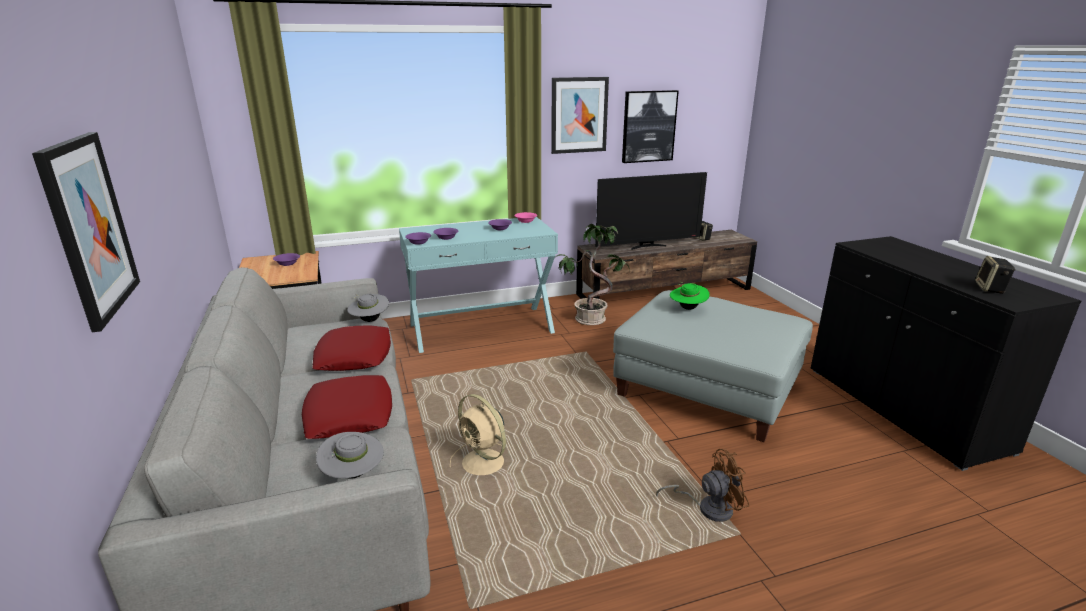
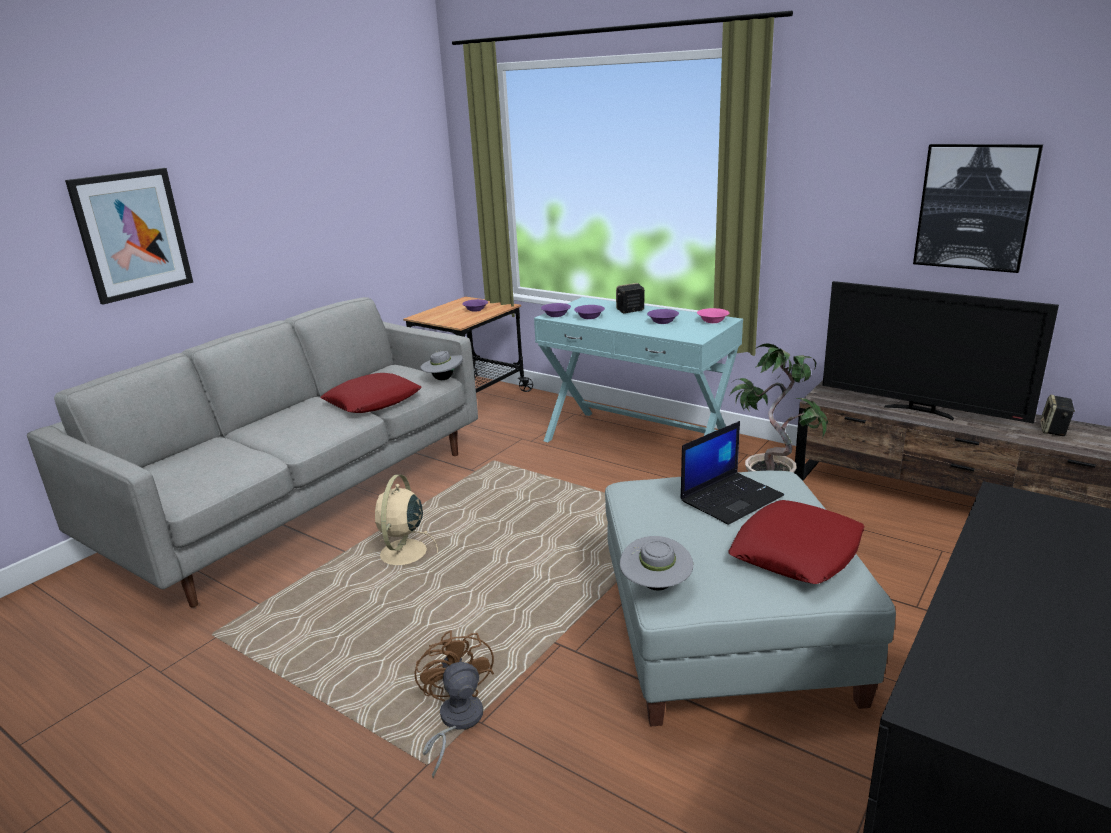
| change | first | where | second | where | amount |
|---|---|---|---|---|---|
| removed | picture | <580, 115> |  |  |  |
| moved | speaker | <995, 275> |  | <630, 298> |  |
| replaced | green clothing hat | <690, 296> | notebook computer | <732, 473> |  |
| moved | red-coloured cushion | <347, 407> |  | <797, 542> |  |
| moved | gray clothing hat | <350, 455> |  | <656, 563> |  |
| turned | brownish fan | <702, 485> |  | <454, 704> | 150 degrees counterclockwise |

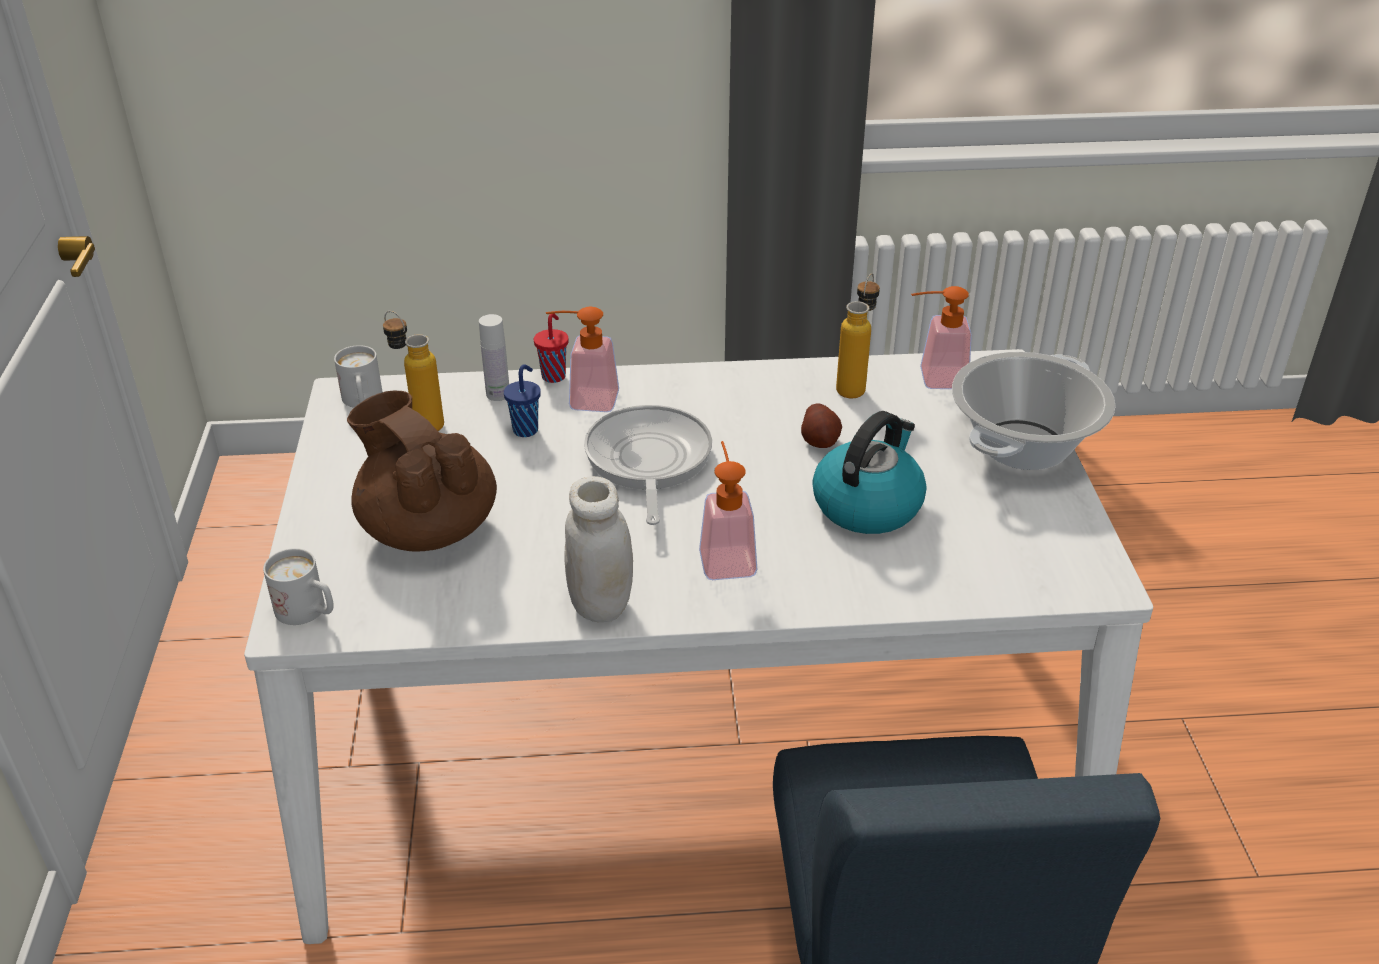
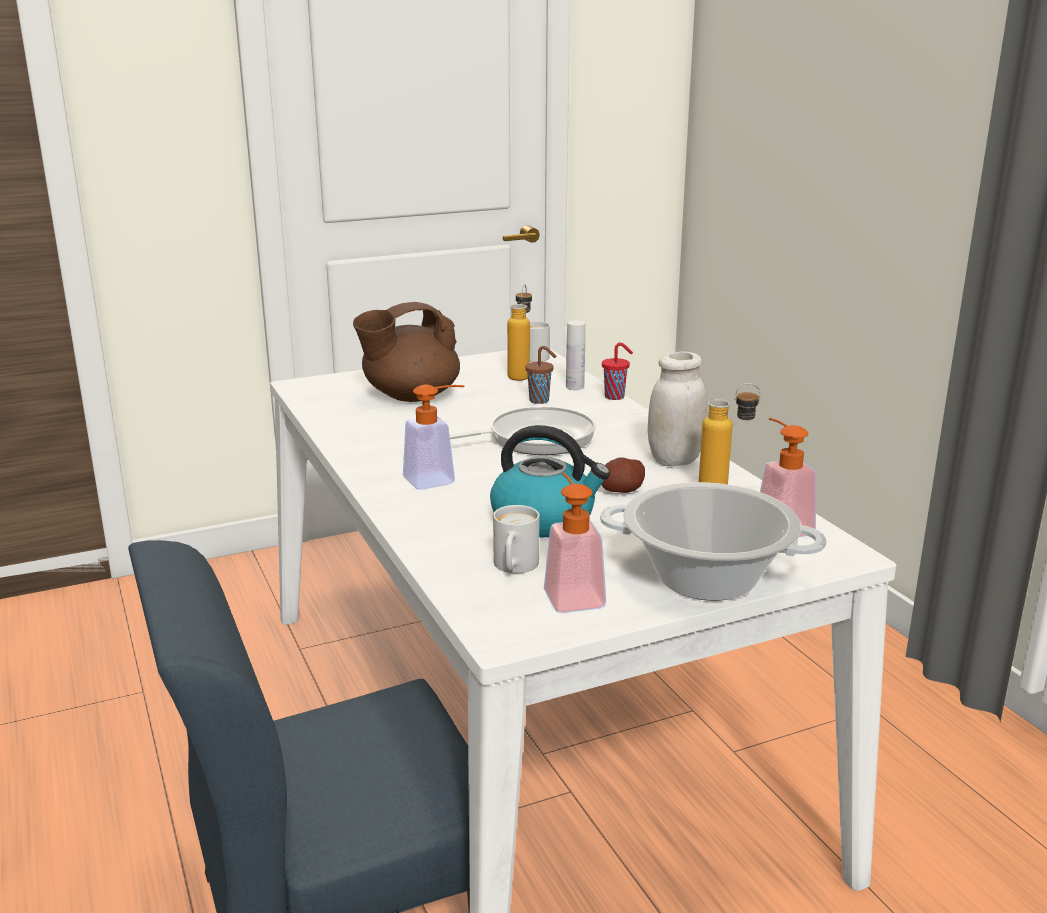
| change | first | where | second | where | amount |
|---|---|---|---|---|---|
| moved | soap bottle | <582, 359> |  | <575, 542> |  |
| recoloured | blue drinking cup | <522, 400> | brownish drinking cup | <541, 375> |  |
| turned | brownish pot for tea | <422, 471> |  | <406, 352> | 150 degrees counterclockwise |
| moved | white-coloured storage jar | <599, 549> |  | <677, 408> |  |
| moved | white-coloured tea mug | <298, 586> |  | <516, 539> |  |

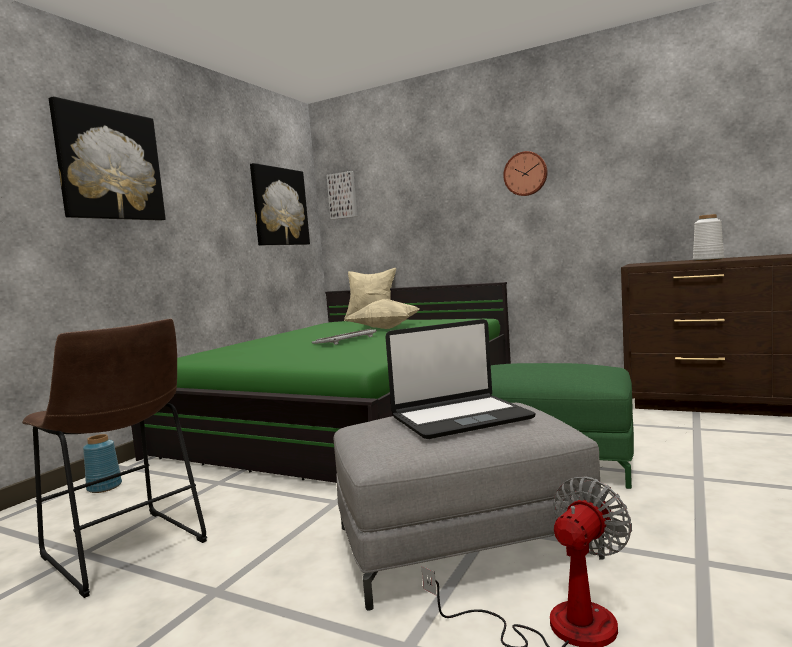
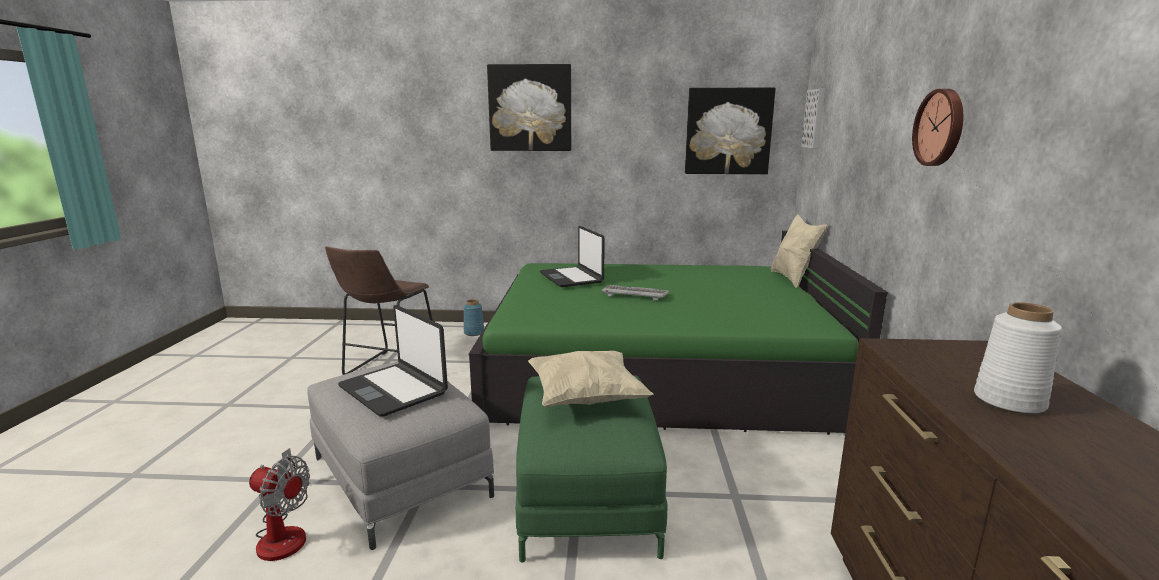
| change | first | where | second | where | amount |
|---|---|---|---|---|---|
| moved | sand-coloured cushion | <383, 314> |  | <590, 379> |  |
| added |  |  | notebook computer | <572, 256> |  |

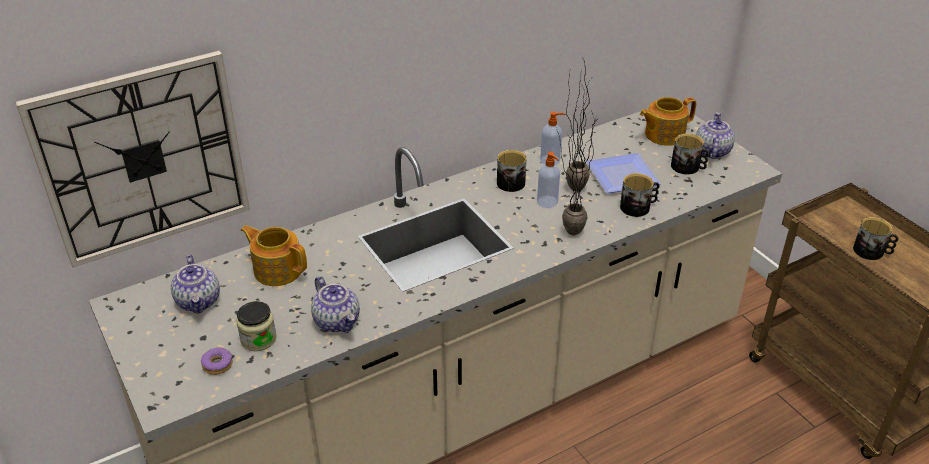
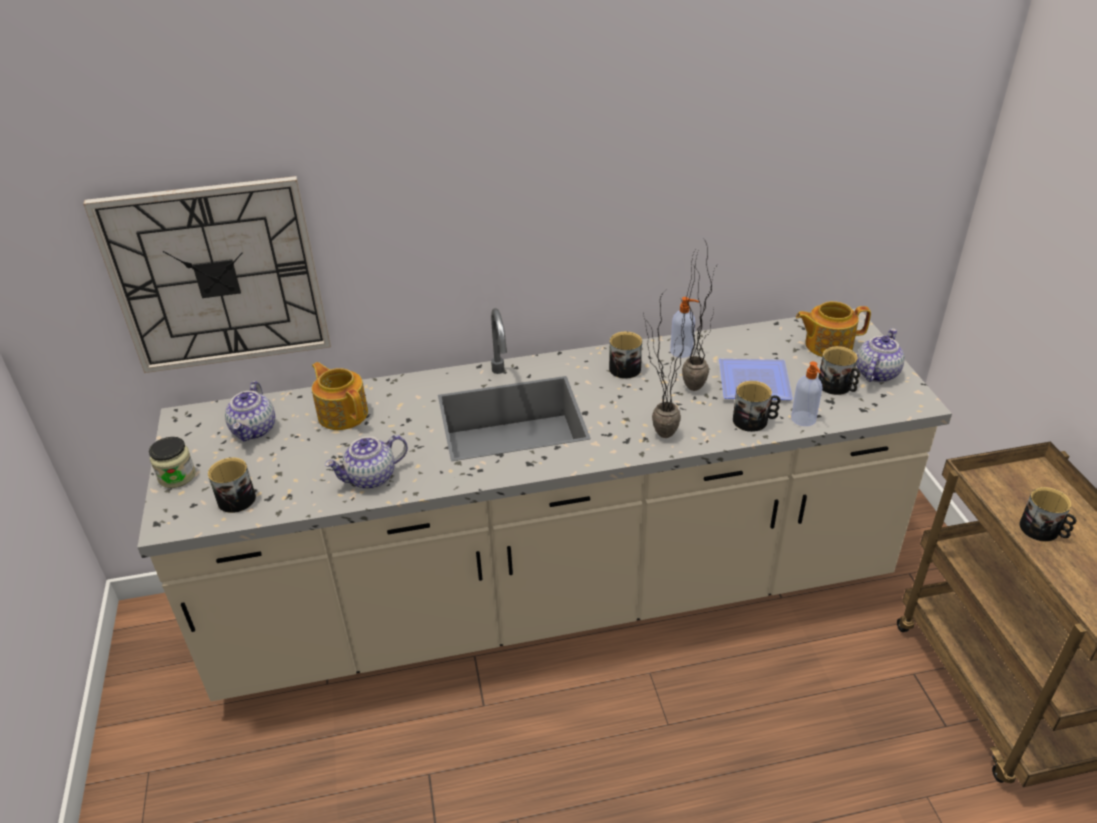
| change | first | where | second | where | amount |
|---|---|---|---|---|---|
| moved | soap bottle | <548, 180> |  | <806, 393> |  |
| turned | pot for tea | <335, 304> |  | <366, 462> | 75 degrees clockwise |
| moved | storage jar | <256, 326> |  | <172, 462> |  |
| replaced | doughnut | <217, 361> | tea mug | <232, 485> |  |

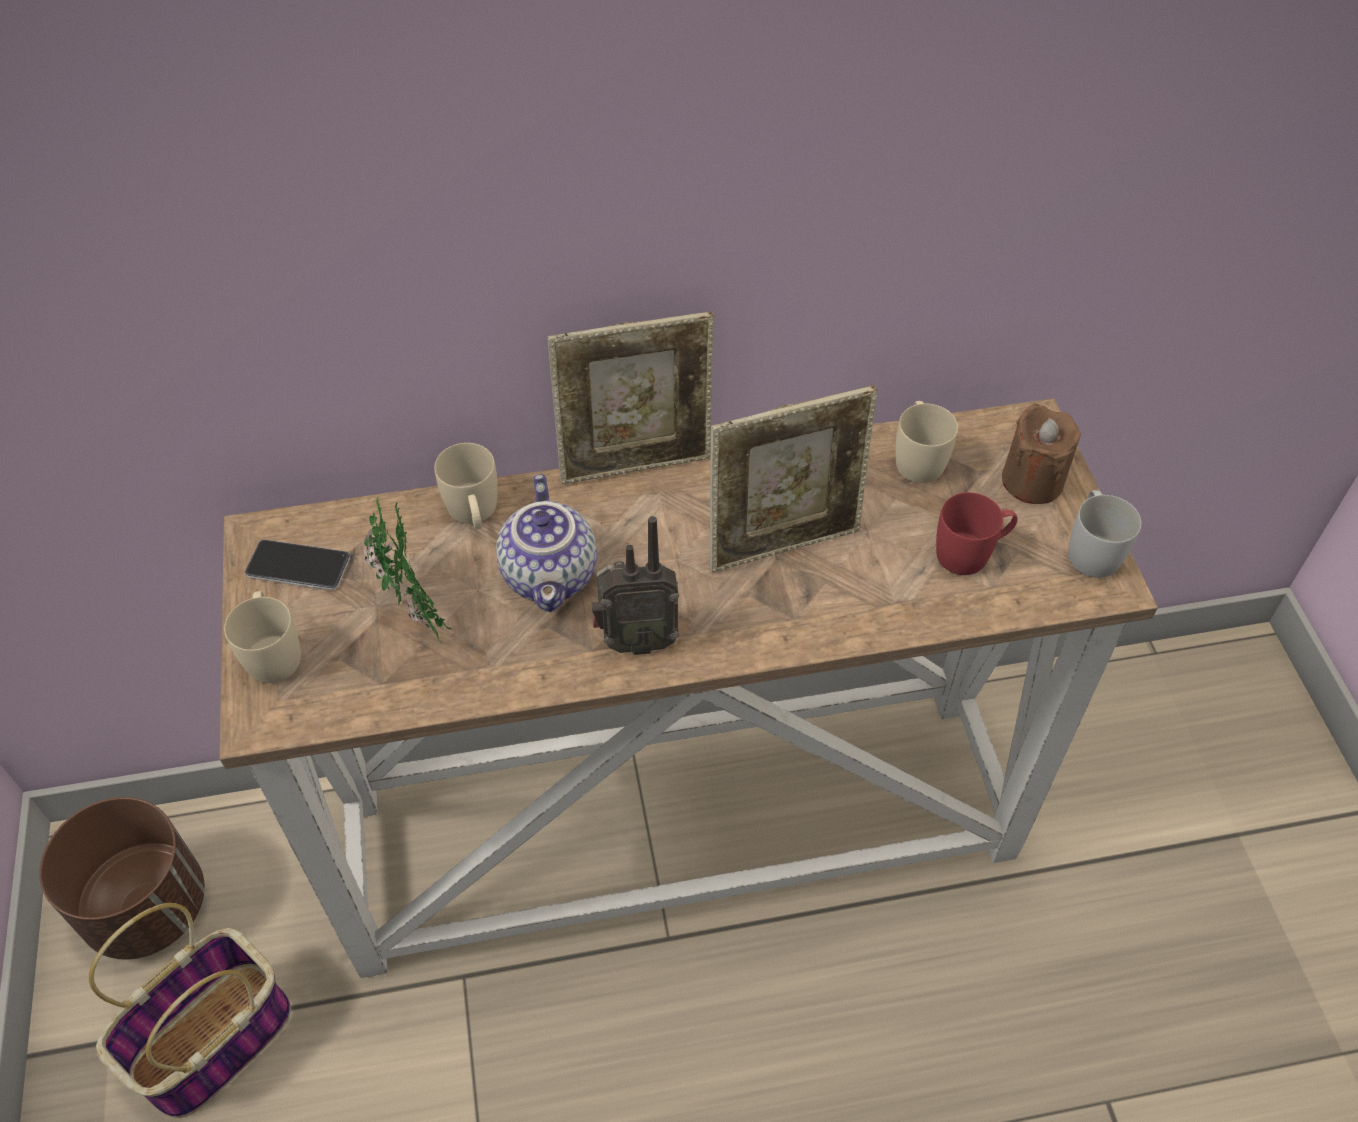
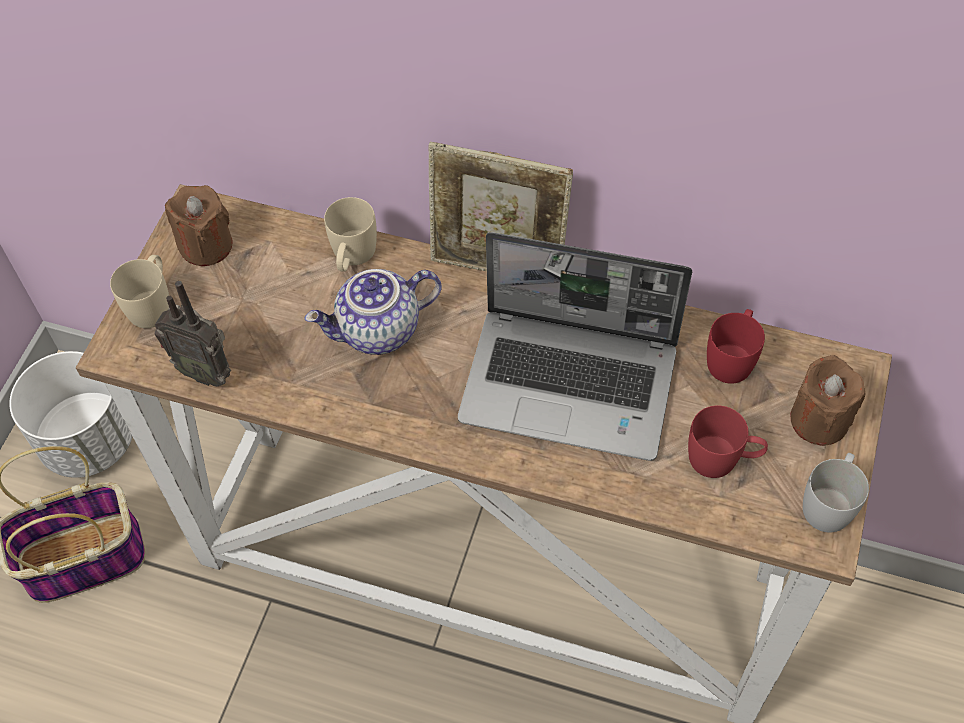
| change | first | where | second | where | amount |
|---|---|---|---|---|---|
| replaced | photo frame | <793, 478> | notebook computer | <575, 346> |  |
| recoloured | sand-coloured tea mug | <927, 442> | red-coloured tea mug | <736, 346> |  |
| turned | pot for tea | <546, 543> |  | <373, 312> | 45 degrees clockwise |
| removed | potted plant | <408, 570> |  |  |  |
| moved | radio set | <635, 585> |  | <193, 334> |  |
| replaced | handset | <297, 565> | brownish wax light | <199, 225> |  |
| recoloured | brownish planter | <122, 878> | white-coloured planter | <71, 414> |  |

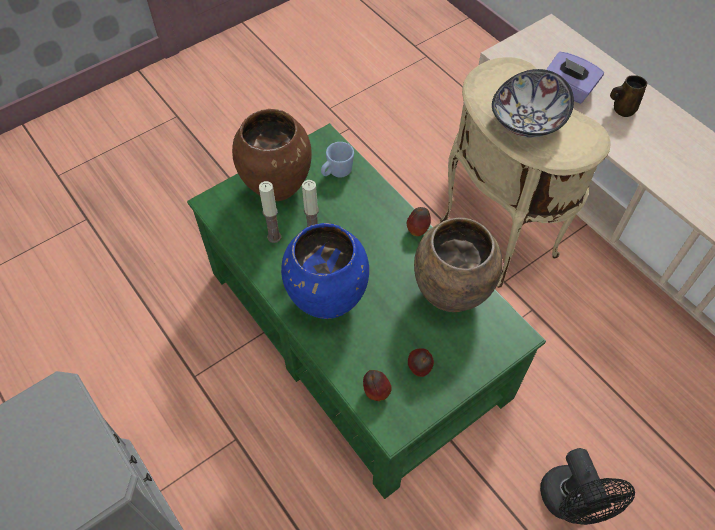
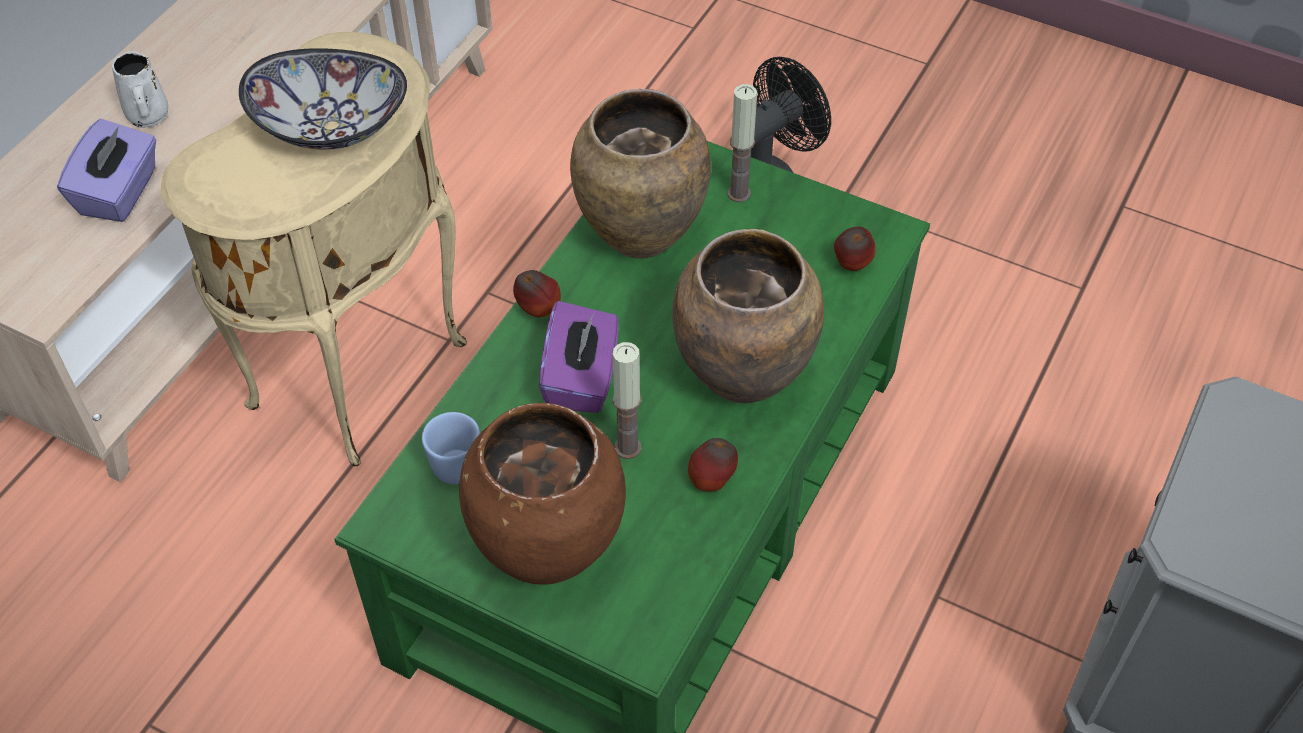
| change | first | where | second | where | amount |
|---|---|---|---|---|---|
| recoloured | brownish tea mug | <628, 96> | white-coloured tea mug | <140, 89> |  |
| moved | wax light | <270, 212> |  | <742, 143> |  |
| recoloured | blue vase | <325, 271> | brownish vase | <748, 316> |  |
| moved | whole apple | <421, 362> |  | <713, 464> |  |
| added |  |  | purple tissue box | <579, 357> |  |

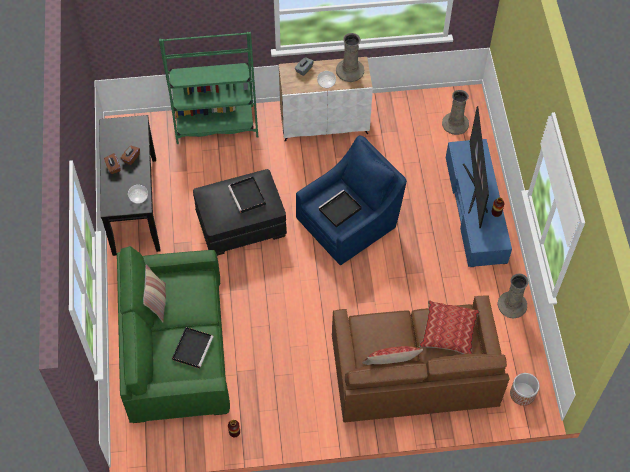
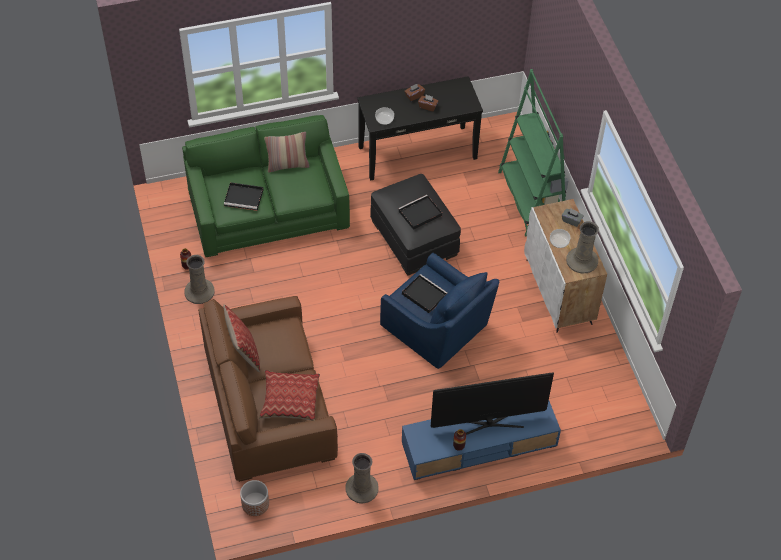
| change | first | where | second | where | amount |
|---|---|---|---|---|---|
| moved | sand-coloured vase | <455, 112> |  | <199, 279> |  |

